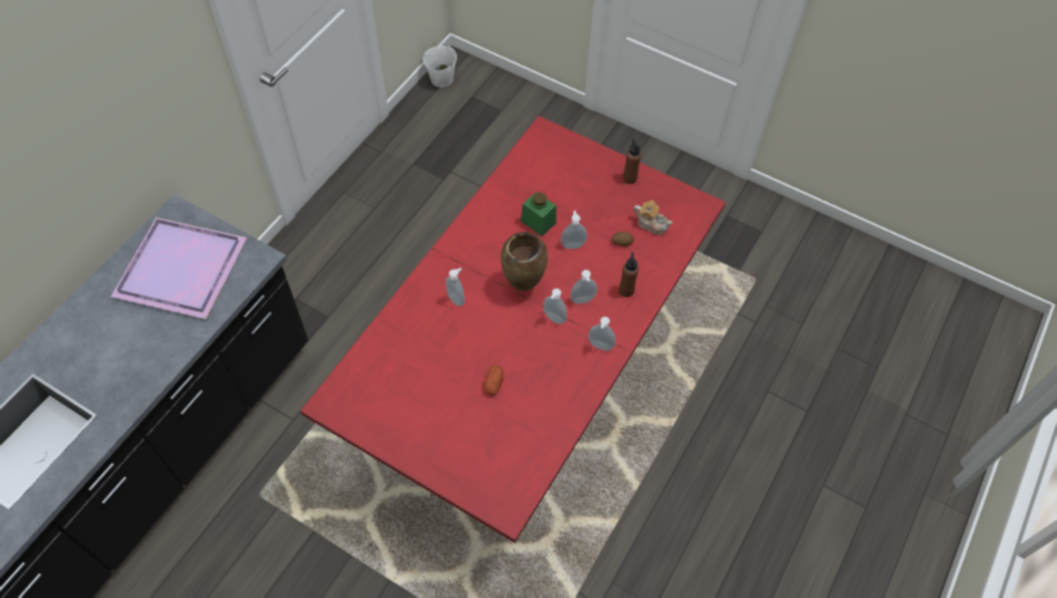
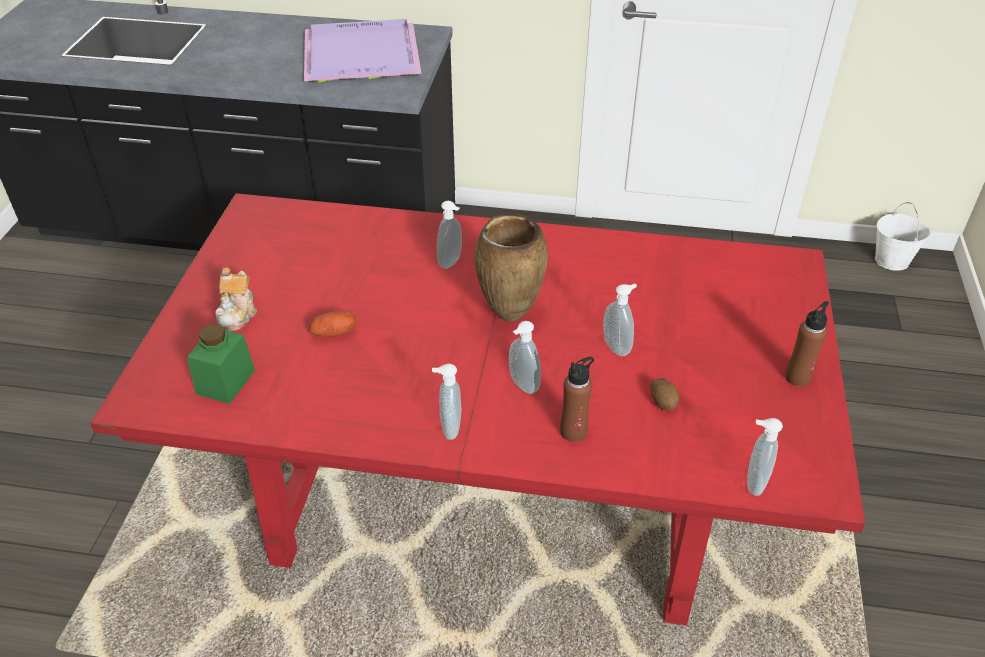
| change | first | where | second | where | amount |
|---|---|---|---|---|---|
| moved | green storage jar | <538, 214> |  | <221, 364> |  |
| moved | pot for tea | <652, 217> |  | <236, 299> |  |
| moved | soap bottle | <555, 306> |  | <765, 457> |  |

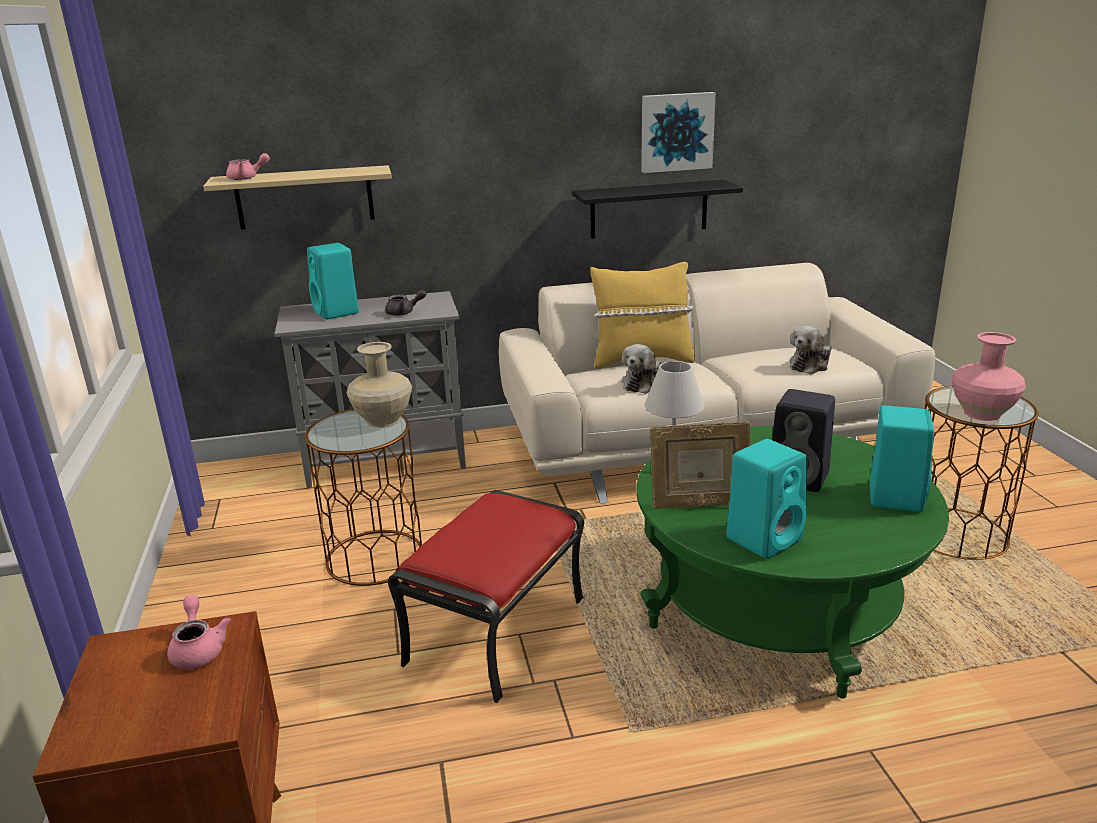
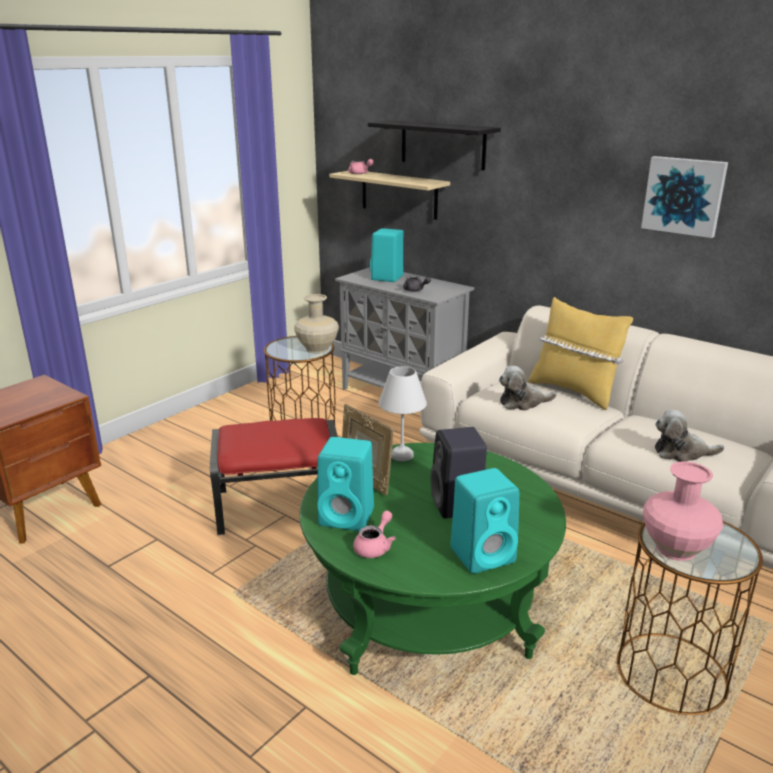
| change | first | where | second | where | amount |
|---|---|---|---|---|---|
| moved | black shelf | <657, 209> |  | <434, 145> |  |
| moved | pink pot for tea | <199, 632> |  | <374, 534> |  |

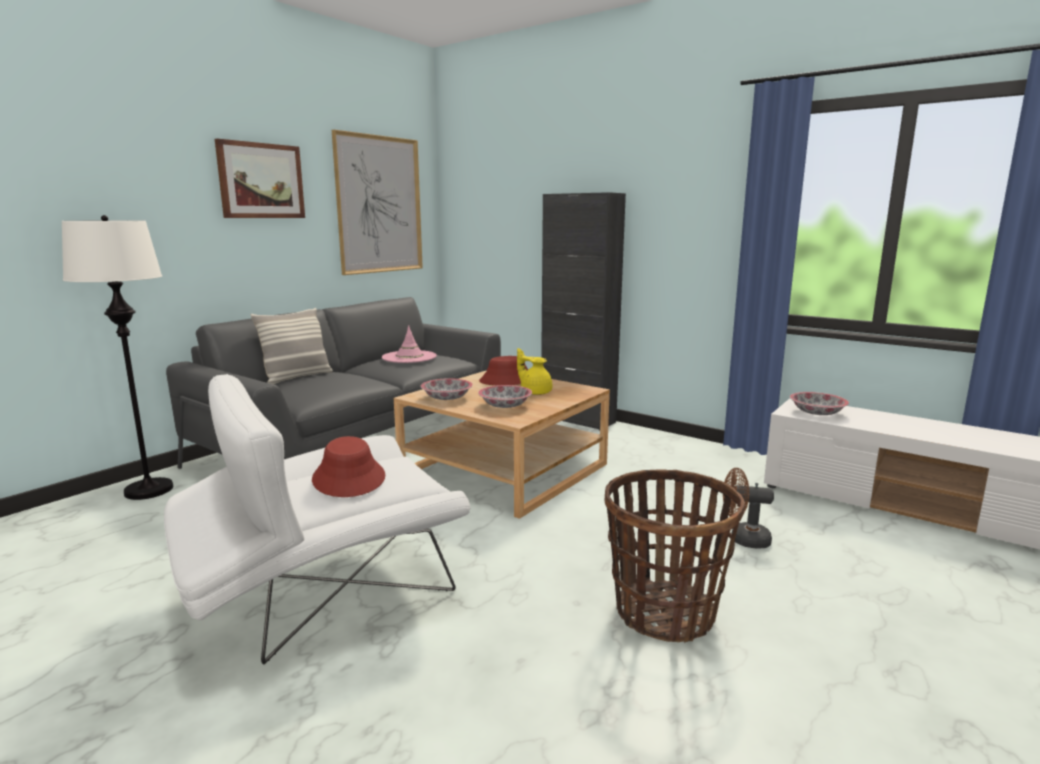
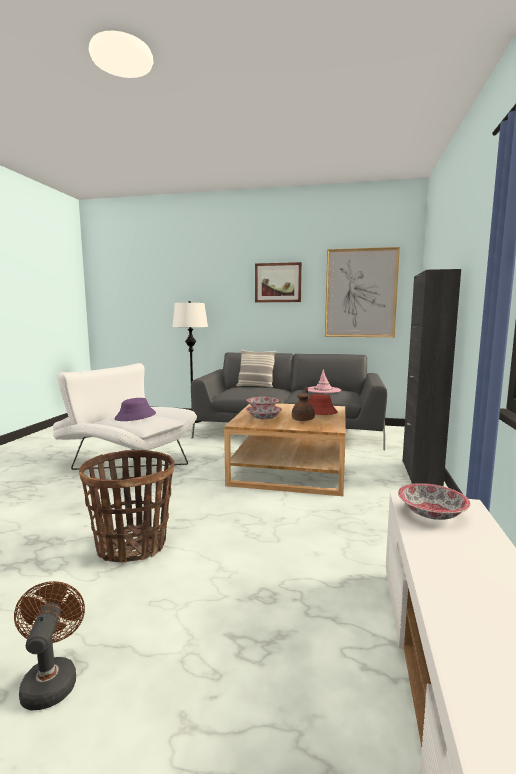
| change | first | where | second | where | amount |
|---|---|---|---|---|---|
| recoloured | yellow-coloured pot for tea | <534, 371> | brownish pot for tea | <303, 404> |  |
| recoloured | red-coloured clothing hat | <348, 466> | purple clothing hat | <135, 409> |  |
| moved | brownish fan | <748, 508> |  | <49, 645> |  |

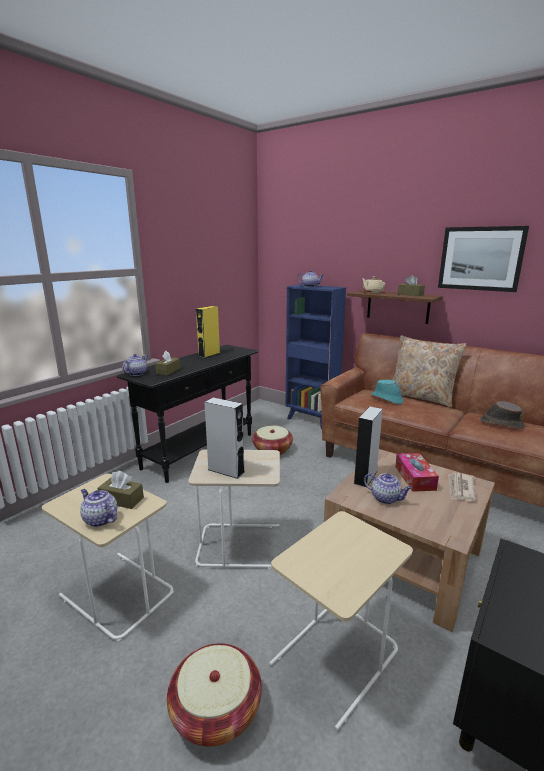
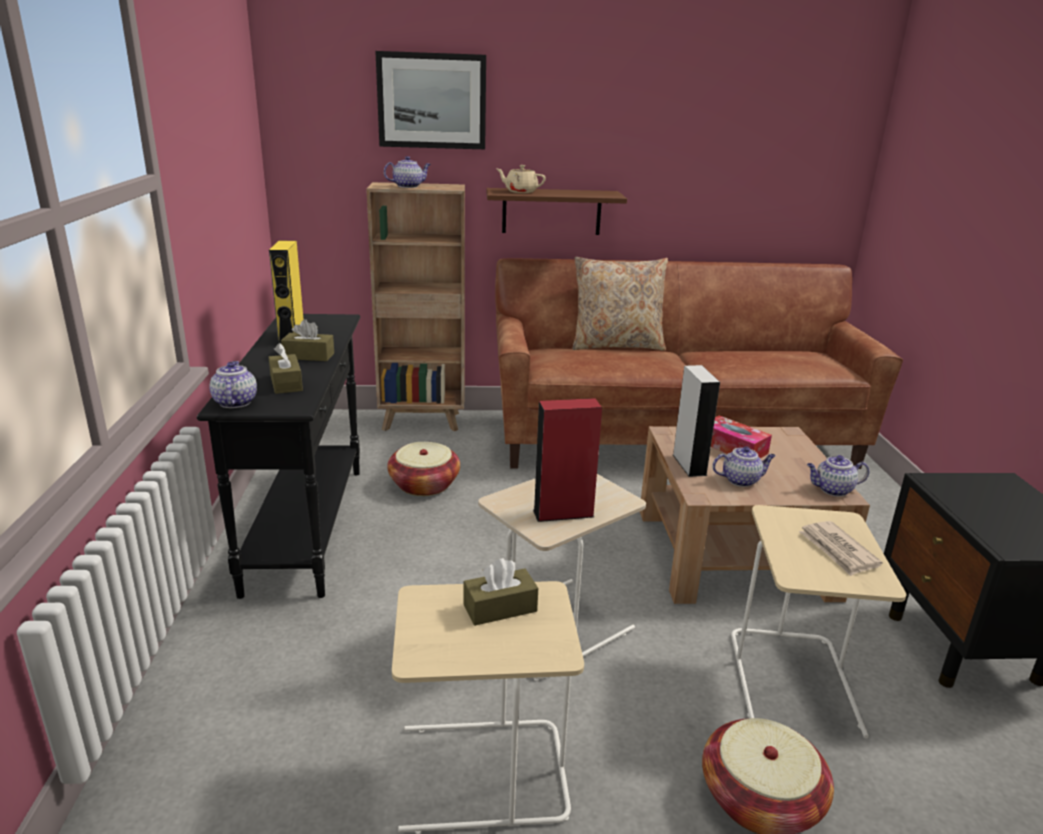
| change | first | where | second | where | amount |
|---|---|---|---|---|---|
| moved | picture | <483, 259> |  | <430, 100> |  |
| moved | brownish tissue box | <411, 285> |  | <307, 340> |  |
| recoloured | blue shelving unit | <316, 357> | brownish shelving unit | <415, 306> |  |
| removed | turquoise clothing hat | <387, 392> |  |  |  |
| recoloured | gray speaker | <224, 438> | red-coloured speaker | <567, 460> |  |
| removed | brownish clothing hat | <502, 415> |  |  |  |
| moved | printed paper | <462, 487> |  | <841, 548> |  |
| moved | pot for tea | <98, 508> |  | <838, 475> |  |

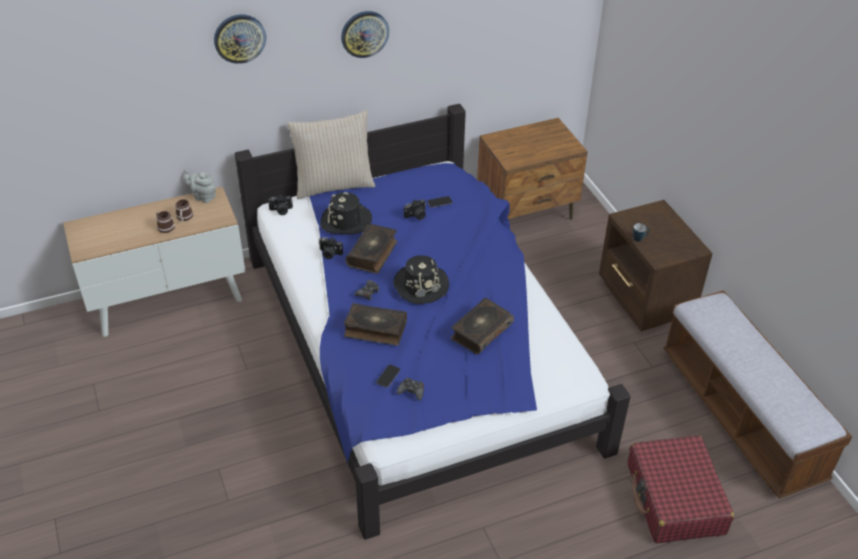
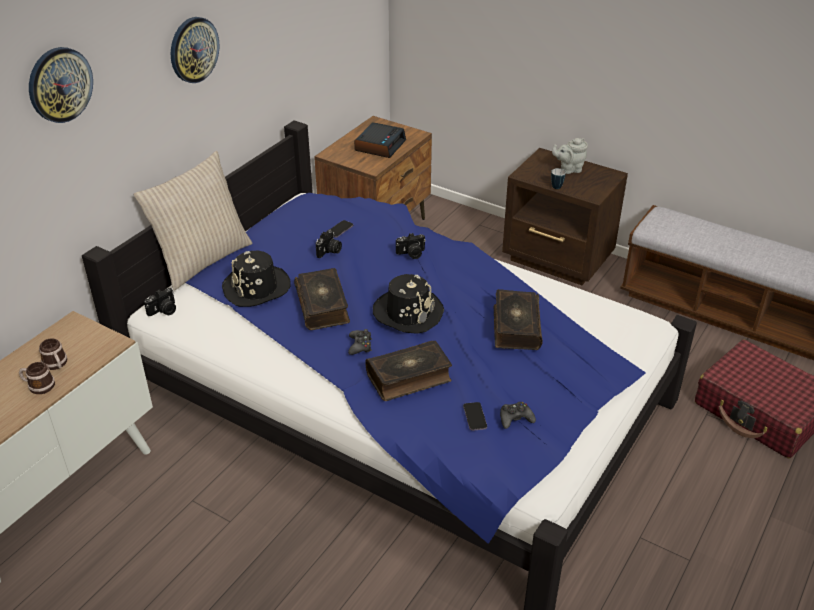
| change | first | where | second | where | amount |
|---|---|---|---|---|---|
| moved | gray pot for tea | <200, 186> |  | <570, 156> |  |
| moved | photo camera | <331, 248> |  | <411, 246> |  |
| added |  |  | table clock | <380, 140> |  |

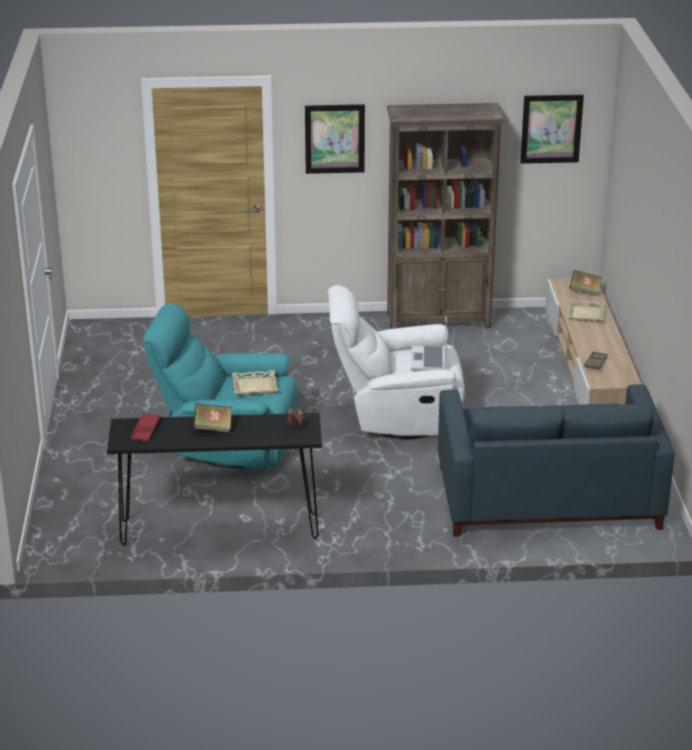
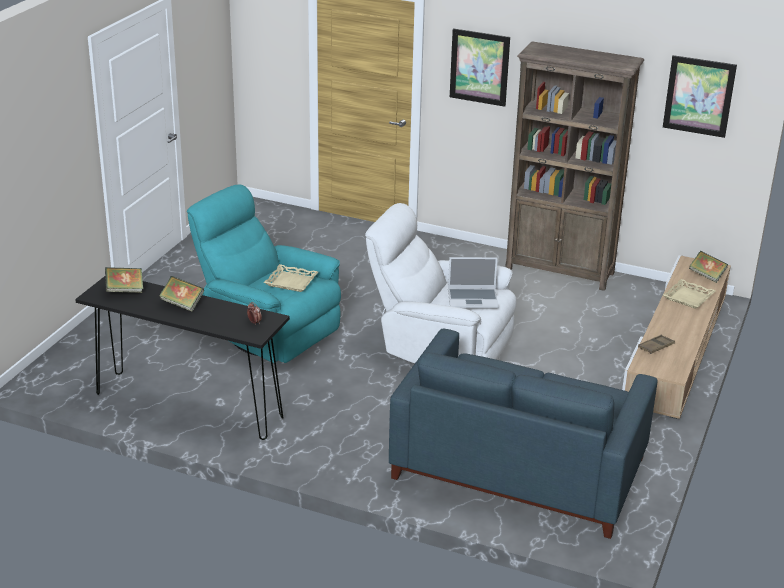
| change | first | where | second | where | amount |
|---|---|---|---|---|---|
| turned | notebook computer | <429, 343> |  | <473, 283> | 120 degrees counterclockwise |
| replaced | red-coloured serving tray | <145, 427> | volume | <124, 280> |  |

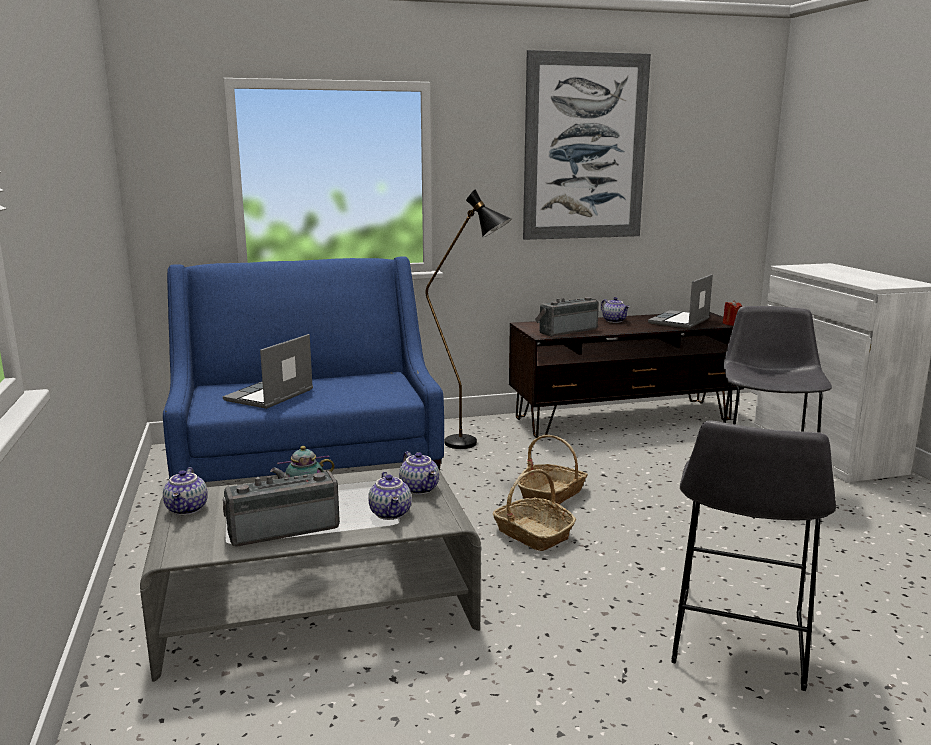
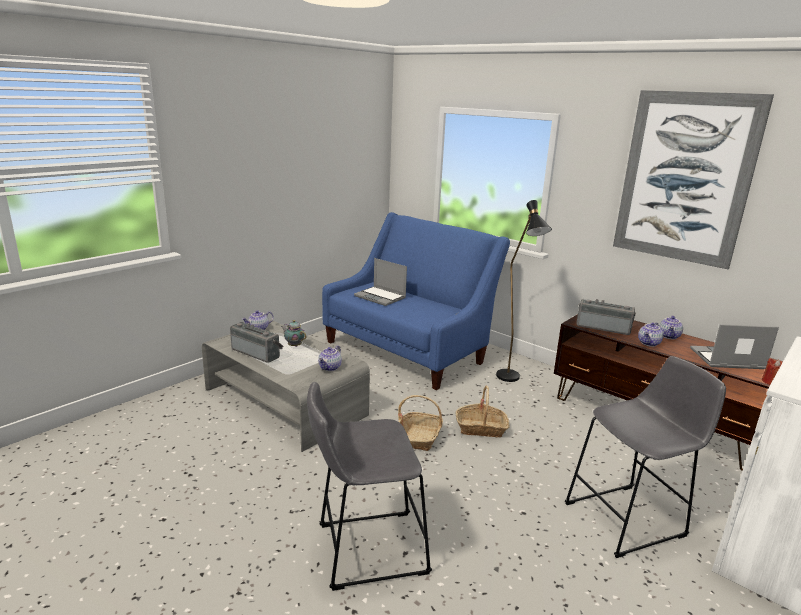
| change | first | where | second | where | amount |
|---|---|---|---|---|---|
| turned | notebook computer | <268, 371> |  | <380, 282> | 135 degrees counterclockwise |
| moved | pot for tea | <389, 496> |  | <650, 334> |  |

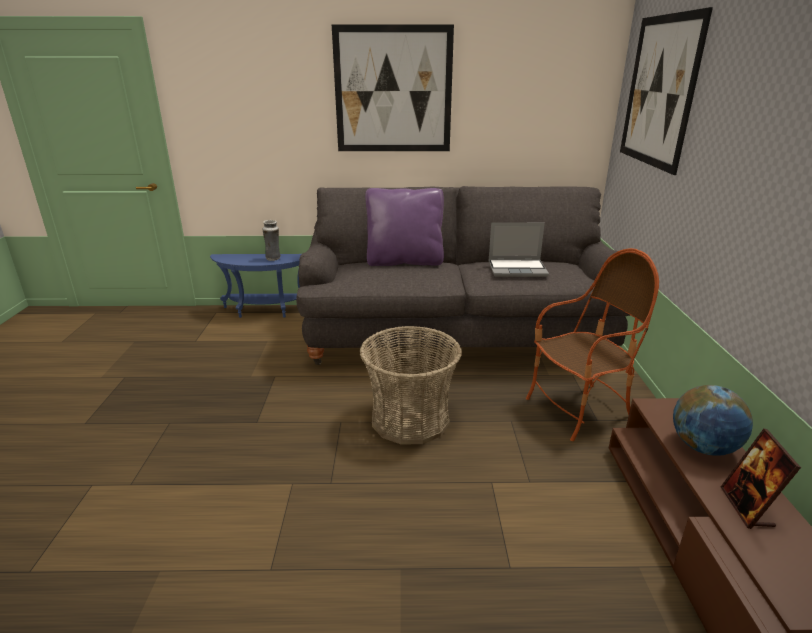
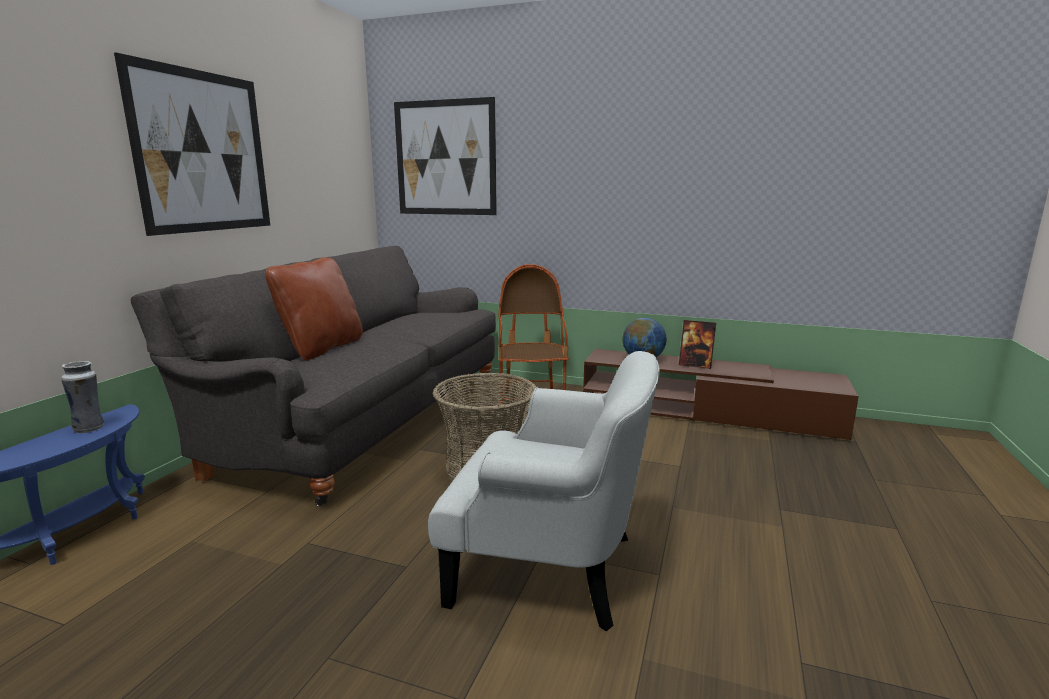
| change | first | where | second | where | amount |
|---|---|---|---|---|---|
| recoloured | purple cushion | <404, 227> | brownish cushion | <314, 309> |  |
| removed | notebook computer | <518, 249> |  |  |  |
| added |  |  | white-coloured armchair | <544, 491> |  |

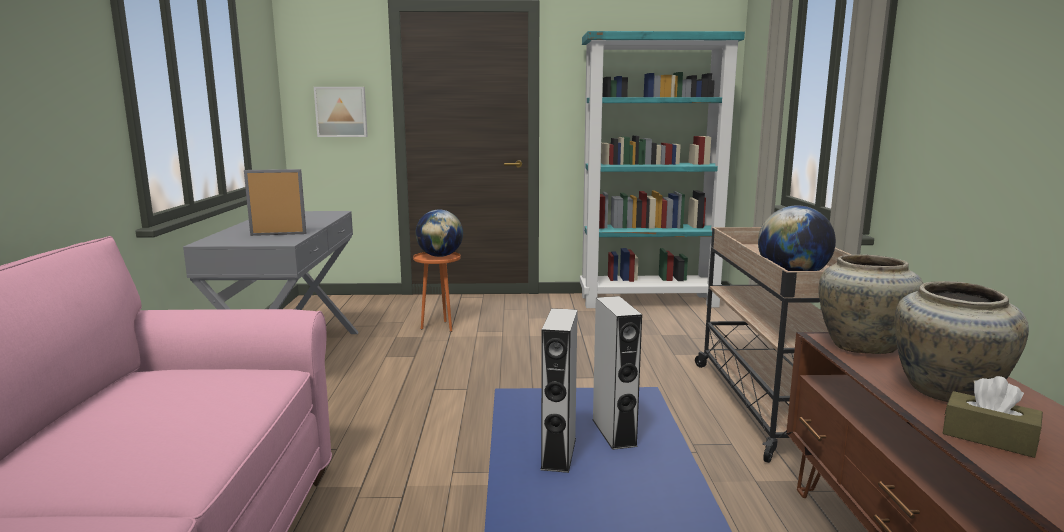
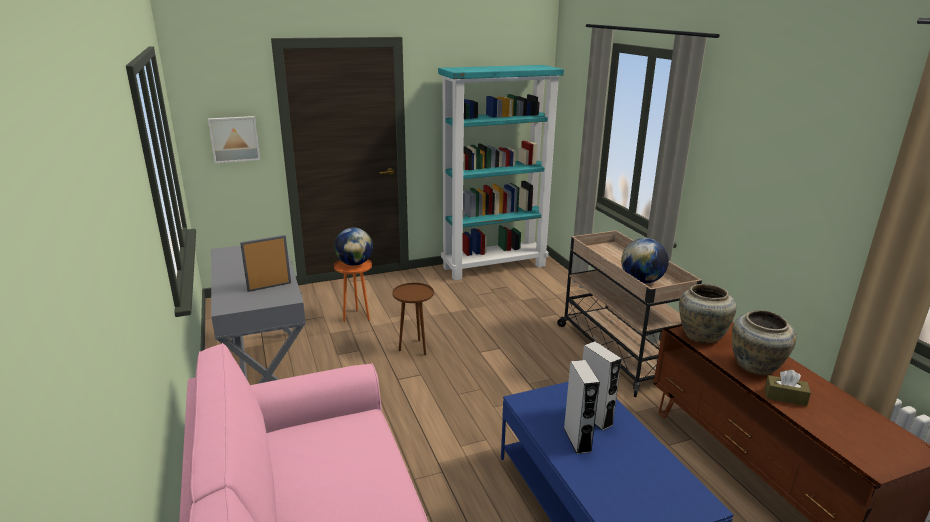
| change | first | where | second | where | amount |
|---|---|---|---|---|---|
| added |  |  | brownish side table | <413, 319> |  |

